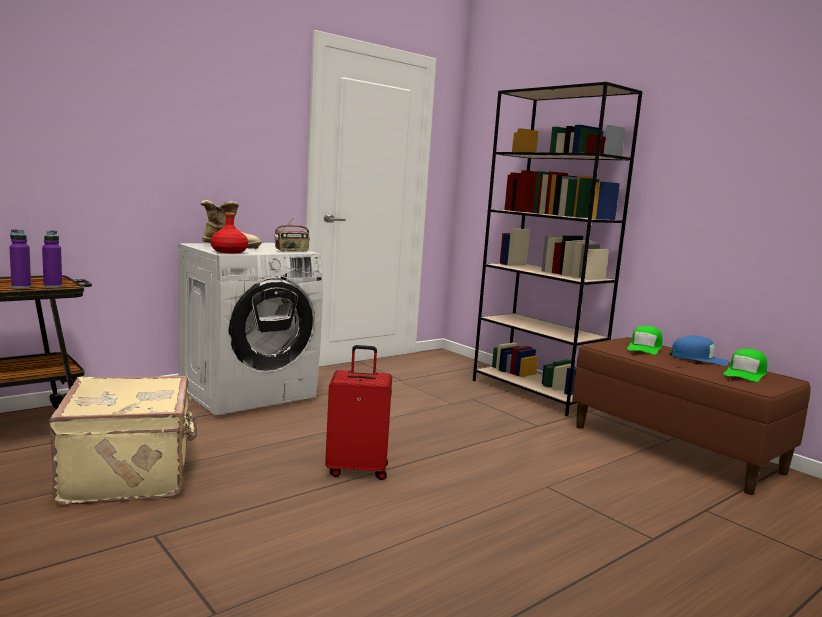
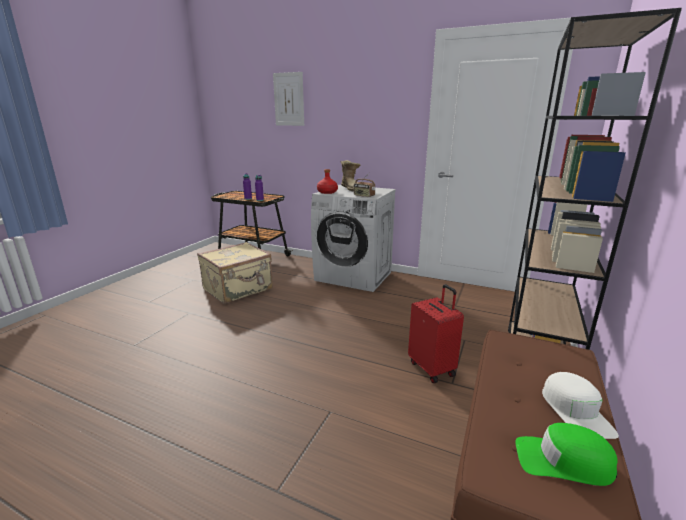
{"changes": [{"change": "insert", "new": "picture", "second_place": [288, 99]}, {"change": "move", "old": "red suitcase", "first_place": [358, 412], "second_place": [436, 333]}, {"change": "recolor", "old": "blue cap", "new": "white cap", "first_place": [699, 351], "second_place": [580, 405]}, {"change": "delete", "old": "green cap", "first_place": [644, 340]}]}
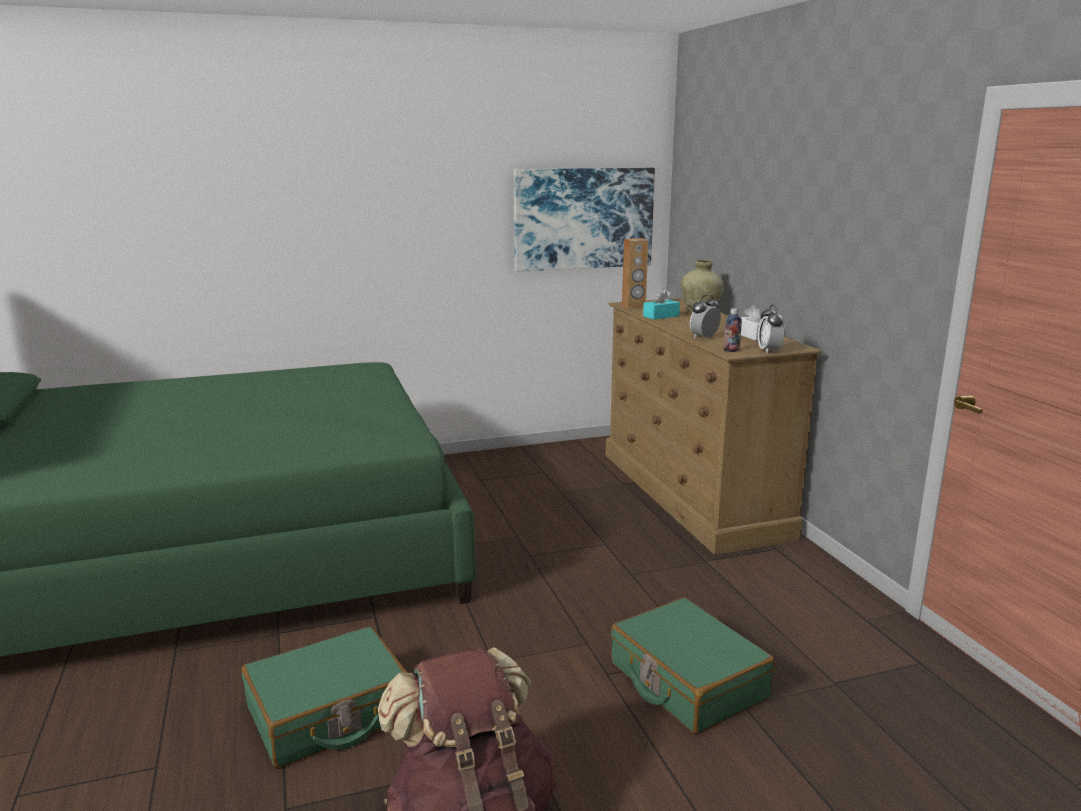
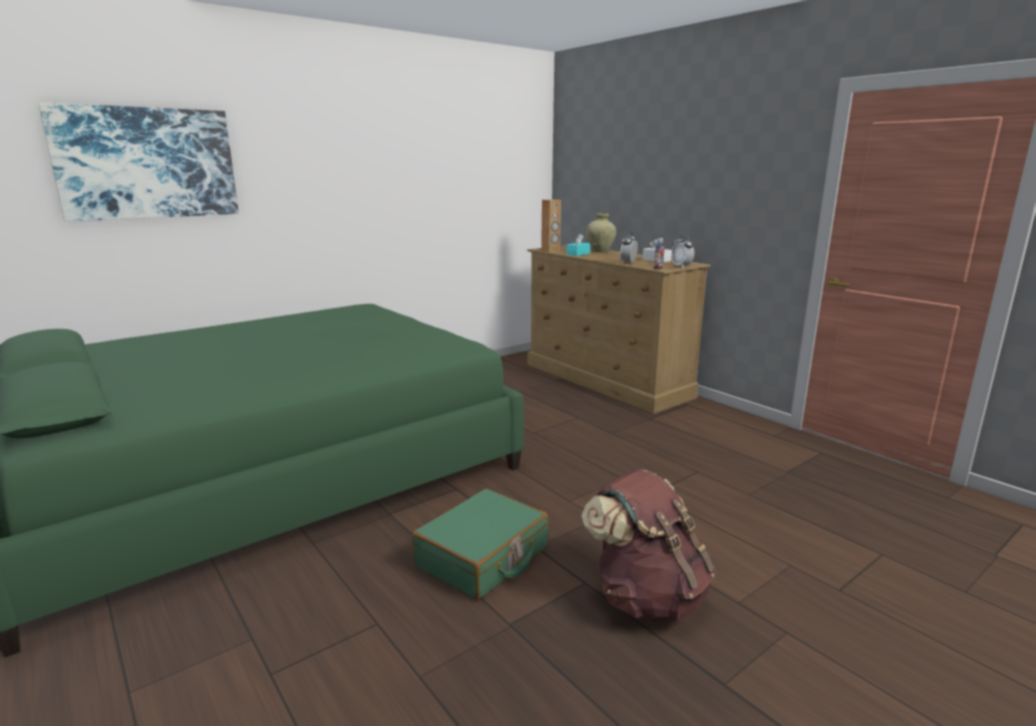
{"changes": [{"change": "move", "old": "picture", "first_place": [584, 220], "second_place": [138, 162]}, {"change": "delete", "old": "green suitcase", "first_place": [693, 665]}]}
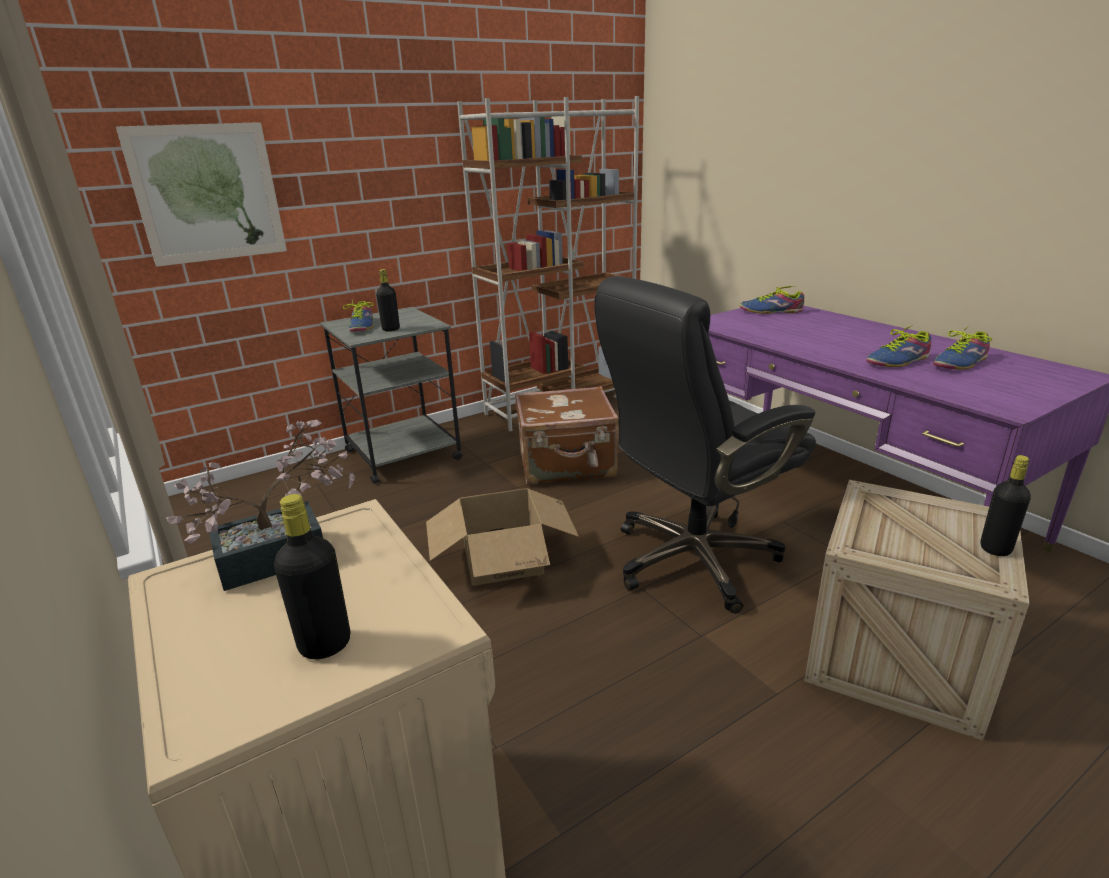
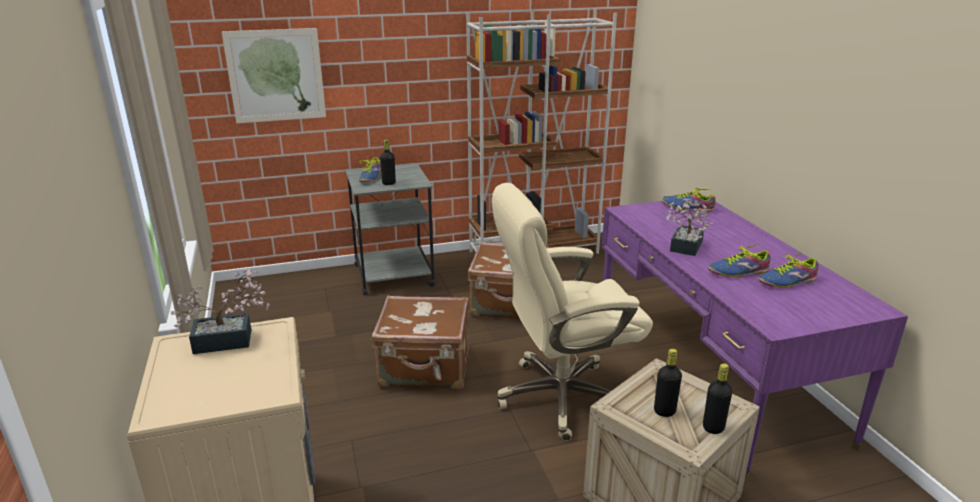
{"changes": [{"change": "replace", "old": "cardboard box", "new": "brown suitcase", "first_place": [502, 537], "second_place": [420, 342]}, {"change": "recolor", "old": "black office chair", "new": "beige office chair", "first_place": [705, 444], "second_place": [572, 312]}, {"change": "move", "old": "black bottle", "first_place": [312, 576], "second_place": [668, 383]}, {"change": "insert", "new": "potted plant", "second_place": [689, 228]}]}
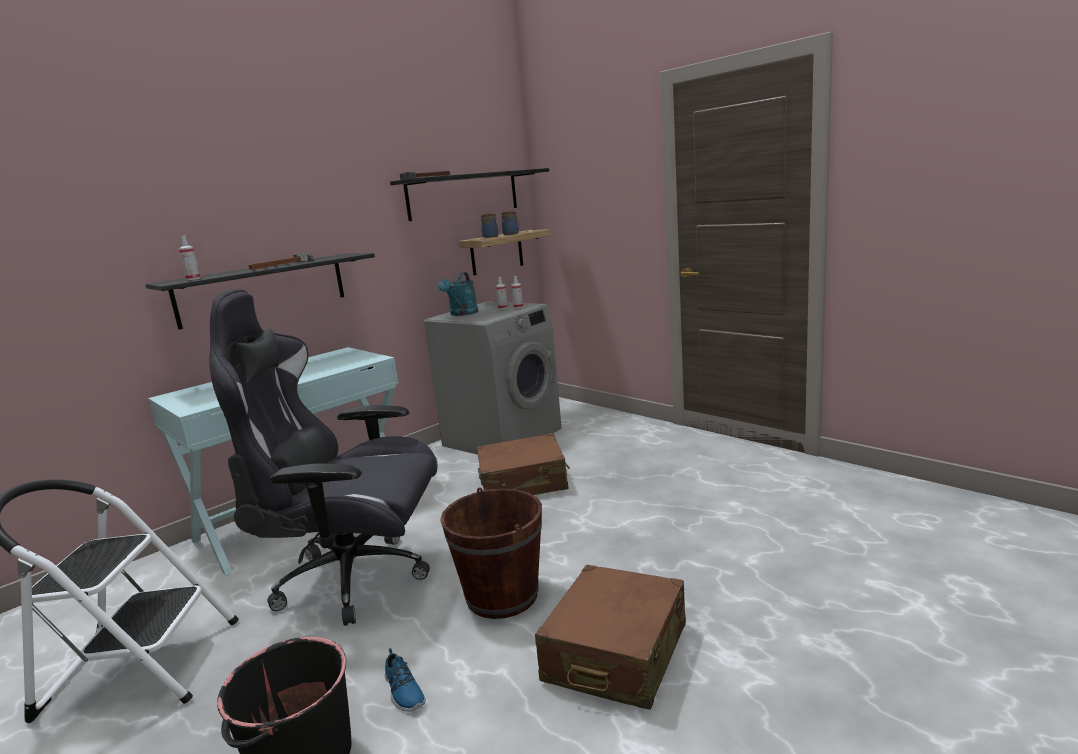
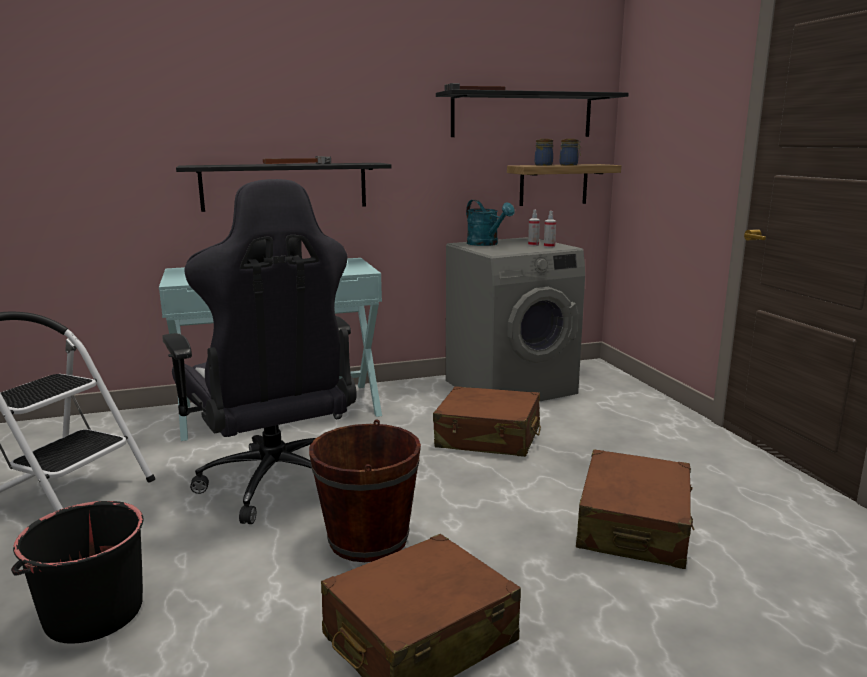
{"changes": [{"change": "rotate", "old": "black office chair", "first_place": [323, 457], "second_place": [259, 351], "degrees": -150}, {"change": "rotate", "old": "turquoise watering can", "first_place": [458, 294], "second_place": [490, 223], "degrees": -75}, {"change": "insert", "new": "brown suitcase", "second_place": [635, 509]}, {"change": "delete", "old": "spray bottle", "first_place": [189, 258]}, {"change": "delete", "old": "shoe", "first_place": [405, 680]}]}
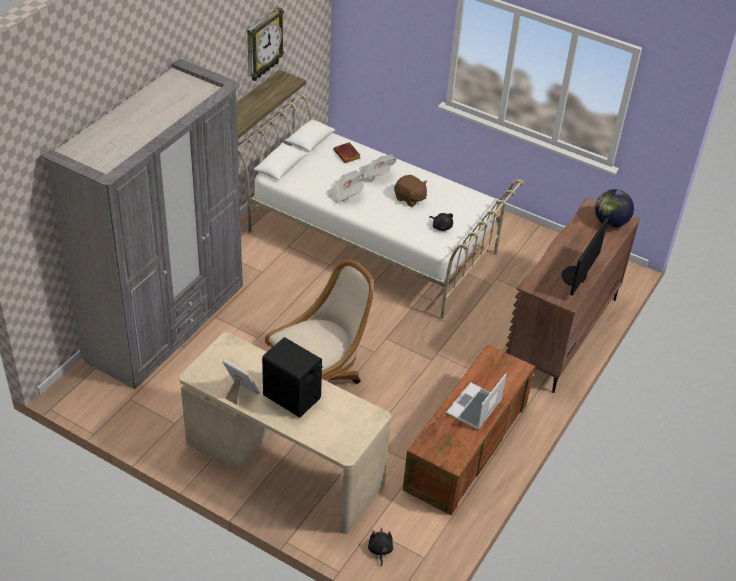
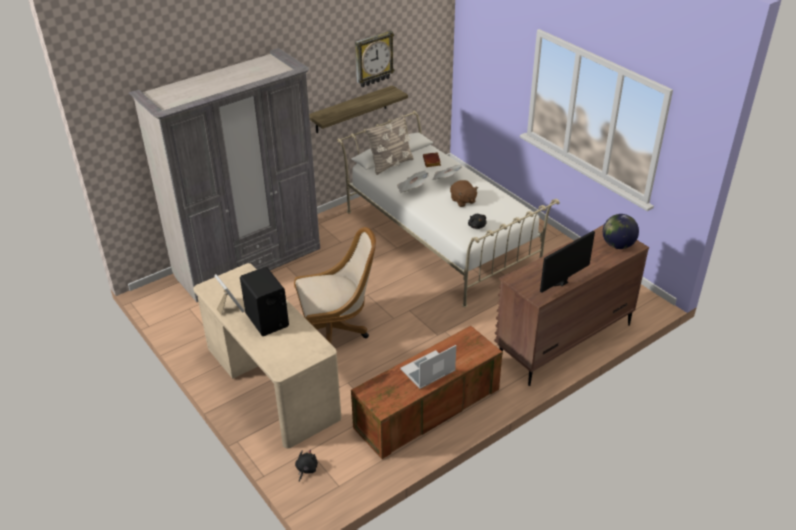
{"changes": [{"change": "insert", "new": "beige pillow", "second_place": [389, 145]}]}
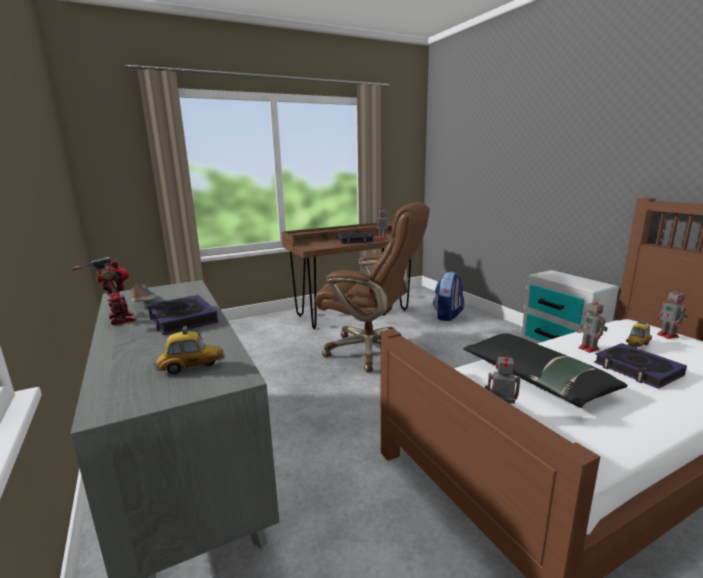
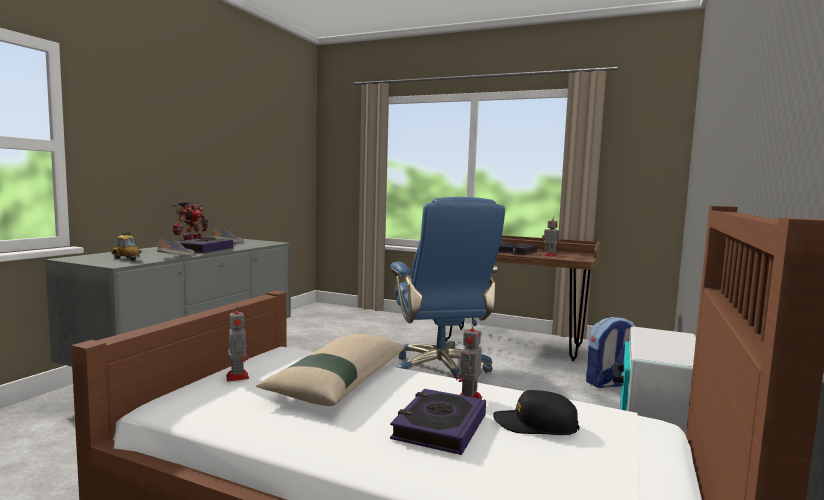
{"changes": [{"change": "insert", "new": "shoe", "second_place": [176, 247]}, {"change": "recolor", "old": "black pillow", "new": "beige pillow", "first_place": [545, 370], "second_place": [330, 370]}, {"change": "recolor", "old": "brown office chair", "new": "blue office chair", "first_place": [372, 287], "second_place": [447, 288]}, {"change": "replace", "old": "toy car", "new": "black cap", "first_place": [639, 334], "second_place": [536, 412]}, {"change": "delete", "old": "toy robot", "first_place": [672, 313]}]}
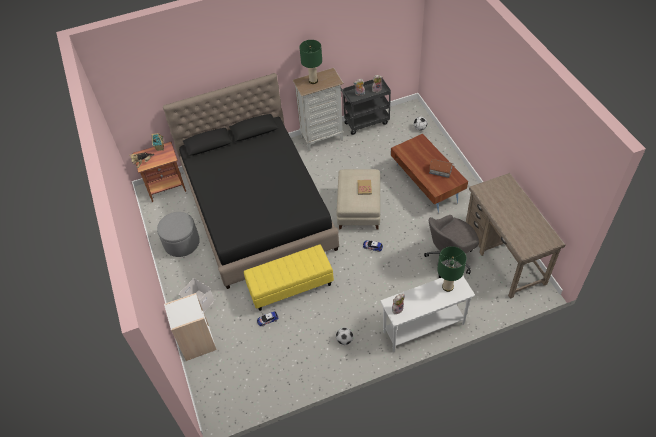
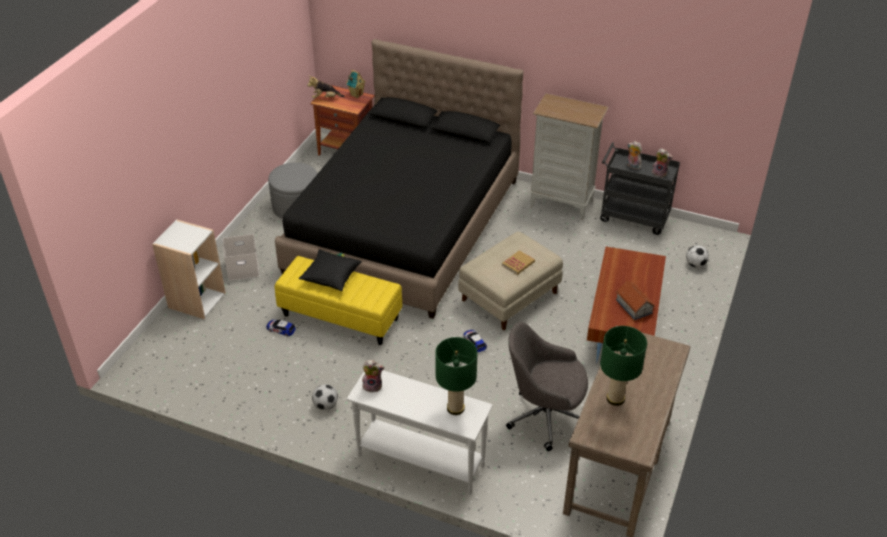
{"changes": [{"change": "insert", "new": "black pillow", "second_place": [330, 270]}, {"change": "move", "old": "green table lamp", "first_place": [310, 62], "second_place": [623, 366]}]}
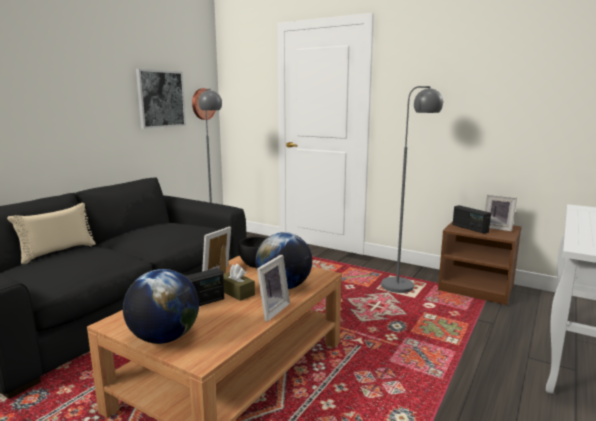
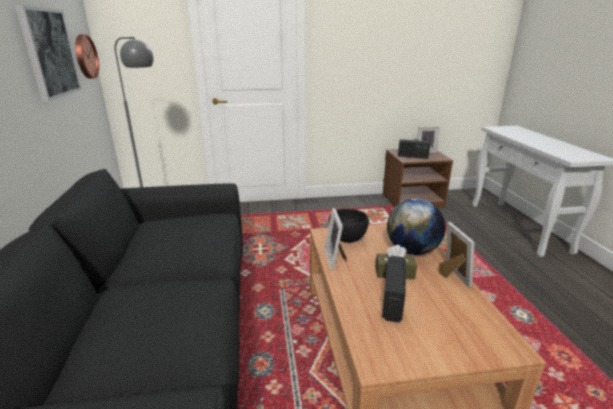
{"changes": [{"change": "delete", "old": "beige pillow", "first_place": [51, 233]}, {"change": "delete", "old": "globe", "first_place": [161, 306]}, {"change": "delete", "old": "grey floor lamp", "first_place": [412, 189]}]}
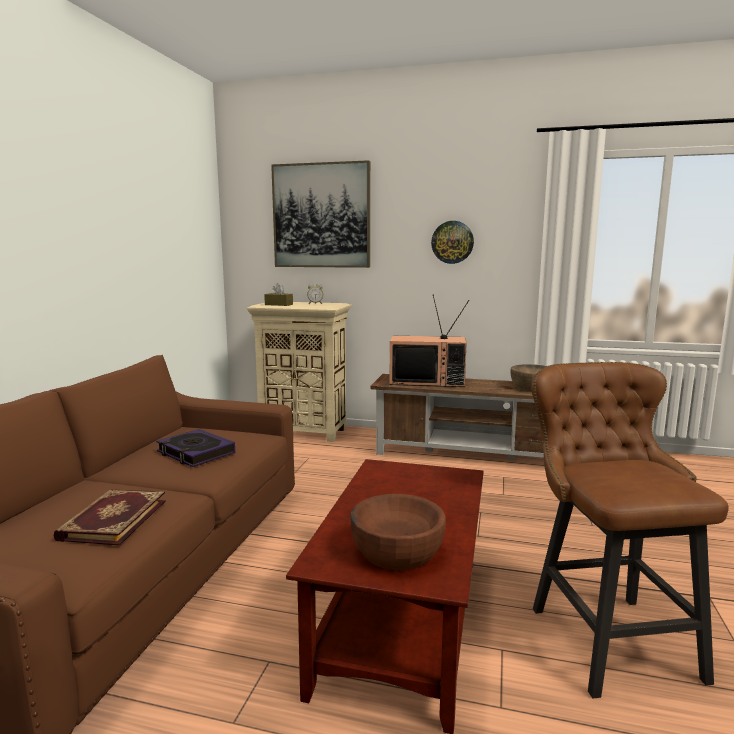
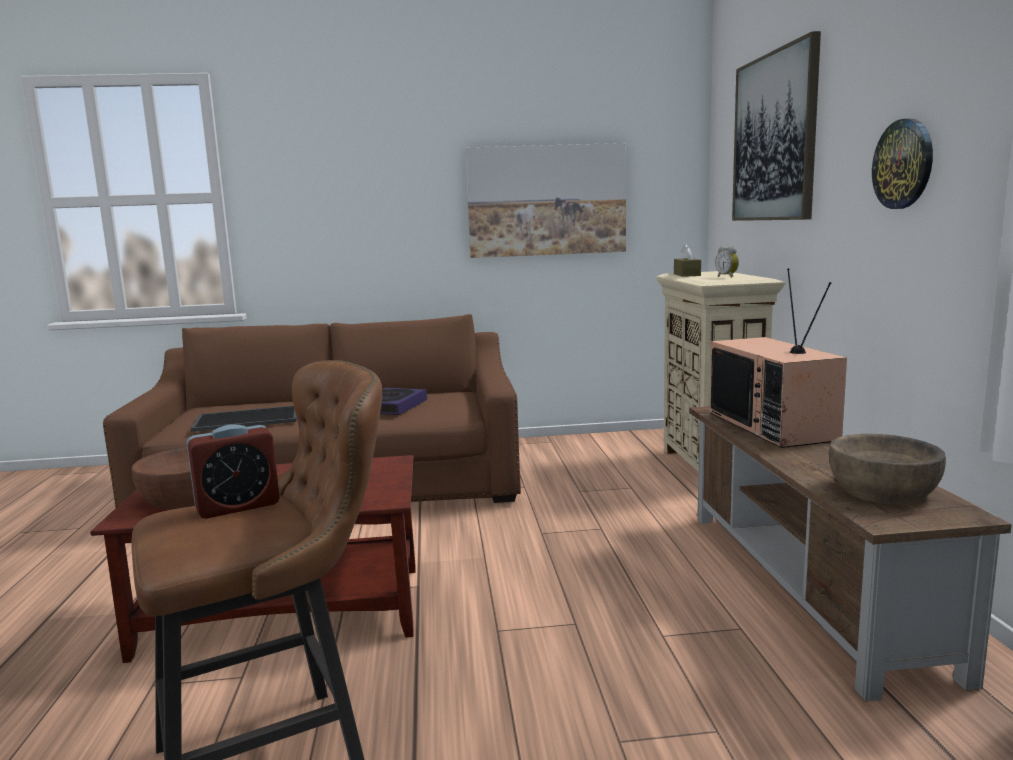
{"changes": [{"change": "insert", "new": "alarm clock", "second_place": [233, 471]}, {"change": "replace", "old": "book", "new": "tray", "first_place": [109, 517], "second_place": [244, 418]}, {"change": "insert", "new": "picture", "second_place": [545, 200]}]}
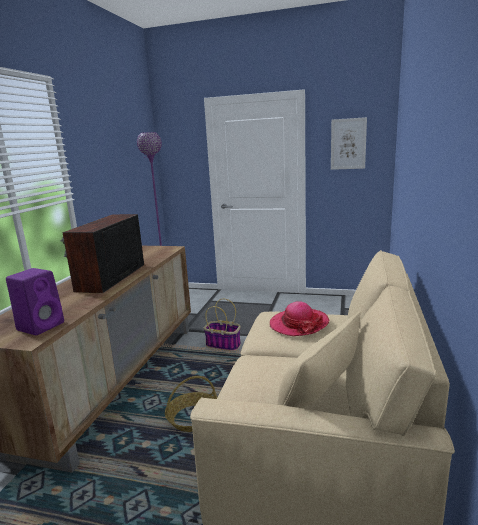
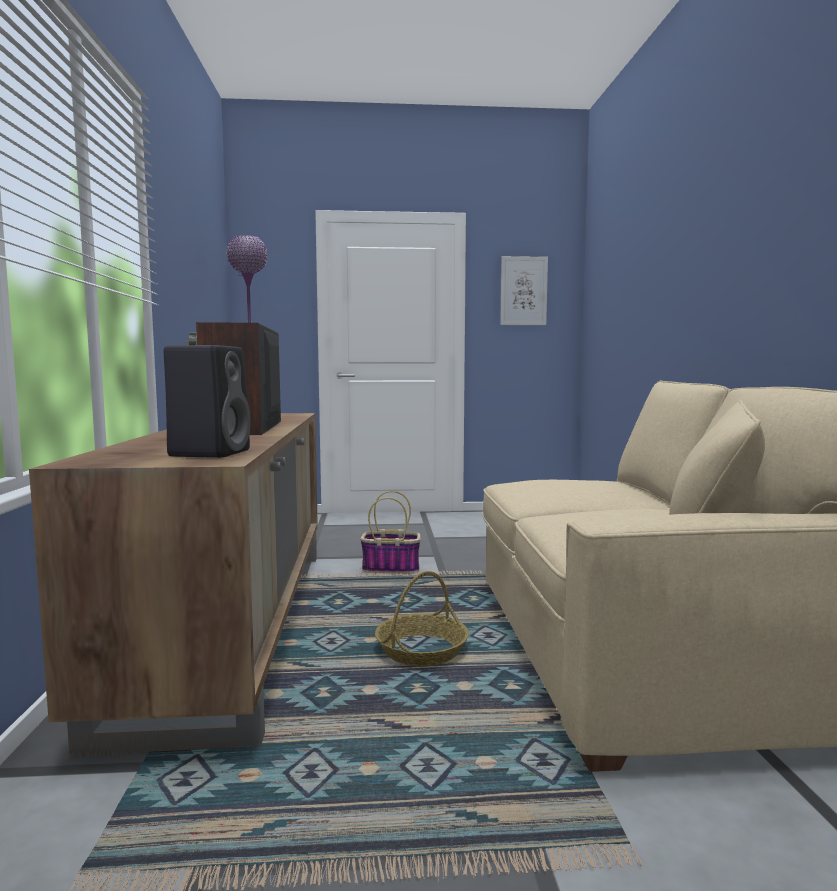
{"changes": [{"change": "recolor", "old": "purple speaker", "new": "black speaker", "first_place": [35, 301], "second_place": [207, 401]}, {"change": "delete", "old": "hat", "first_place": [300, 318]}]}
